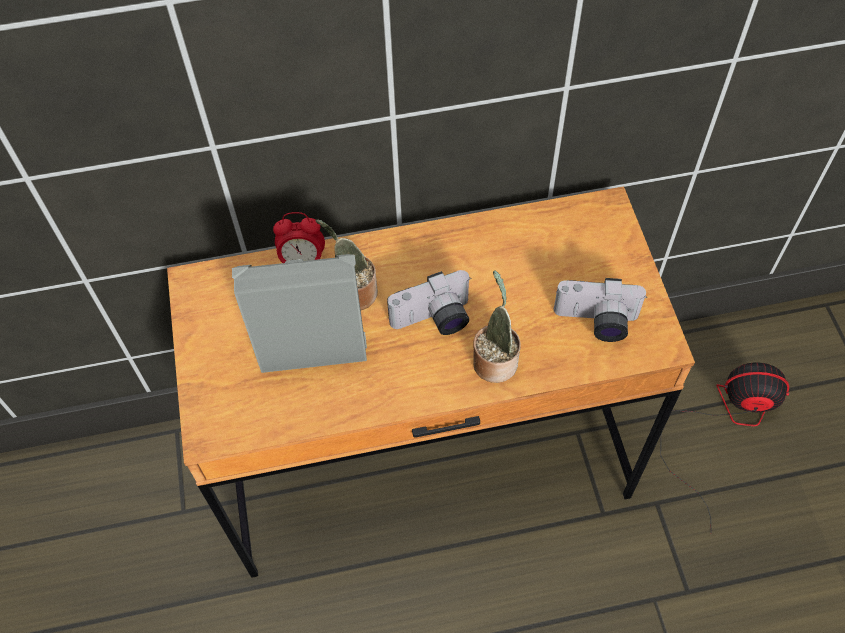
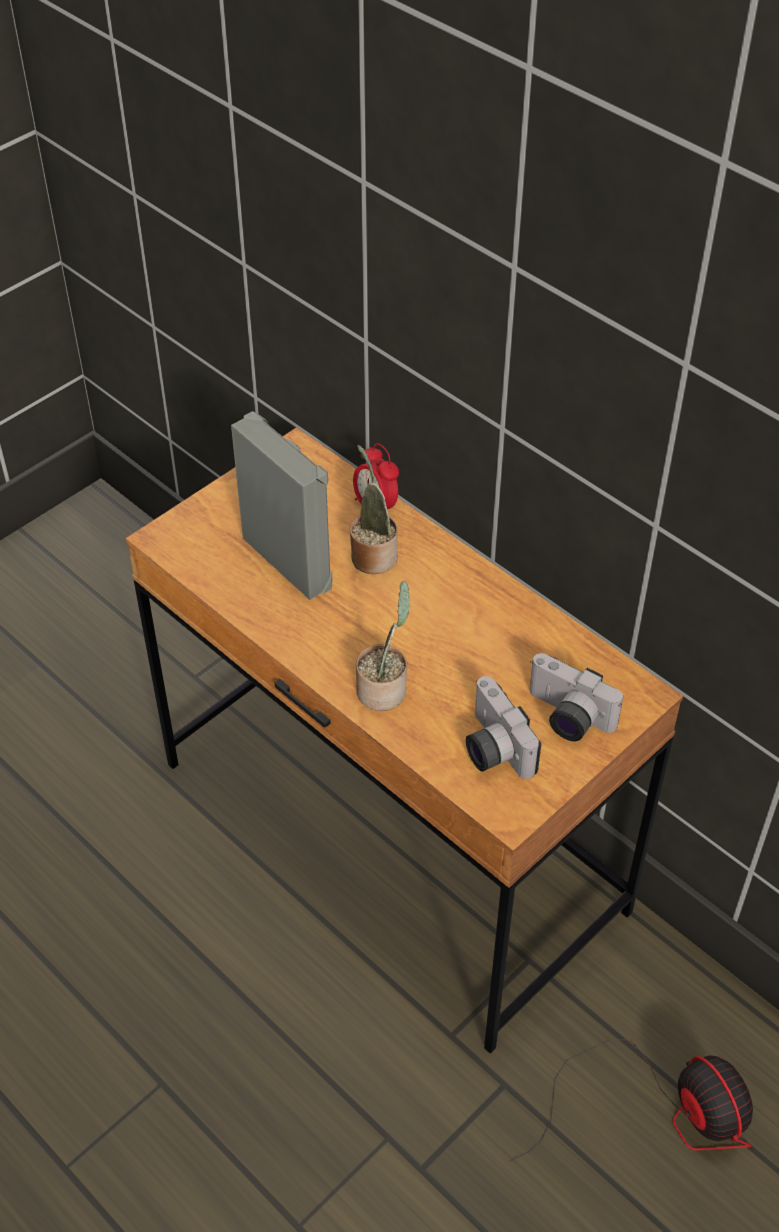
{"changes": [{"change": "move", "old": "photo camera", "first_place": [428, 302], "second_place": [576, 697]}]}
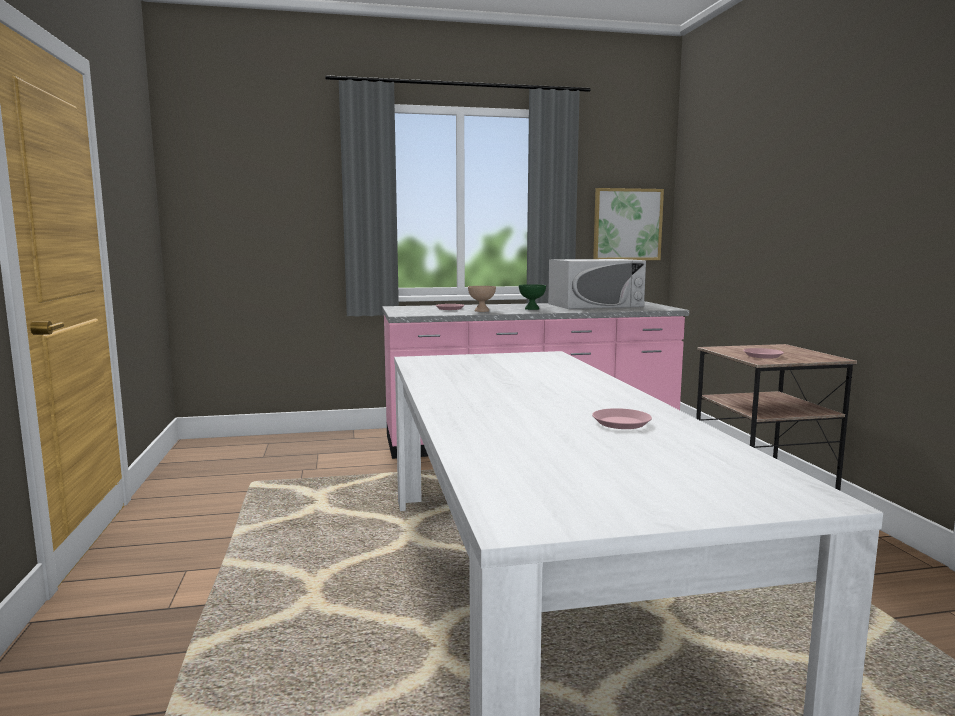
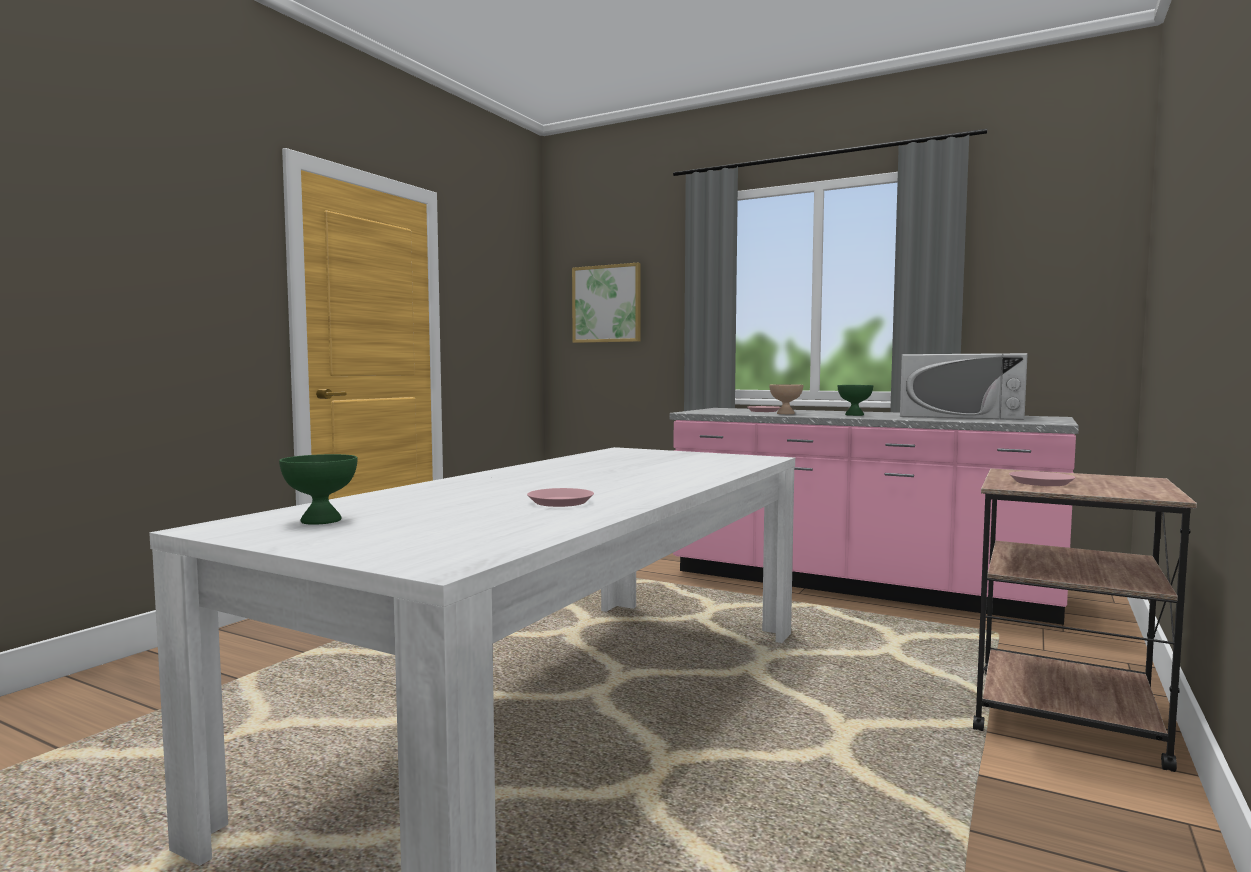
{"changes": [{"change": "insert", "new": "green bowl", "second_place": [318, 489]}, {"change": "move", "old": "picture", "first_place": [628, 224], "second_place": [606, 303]}]}
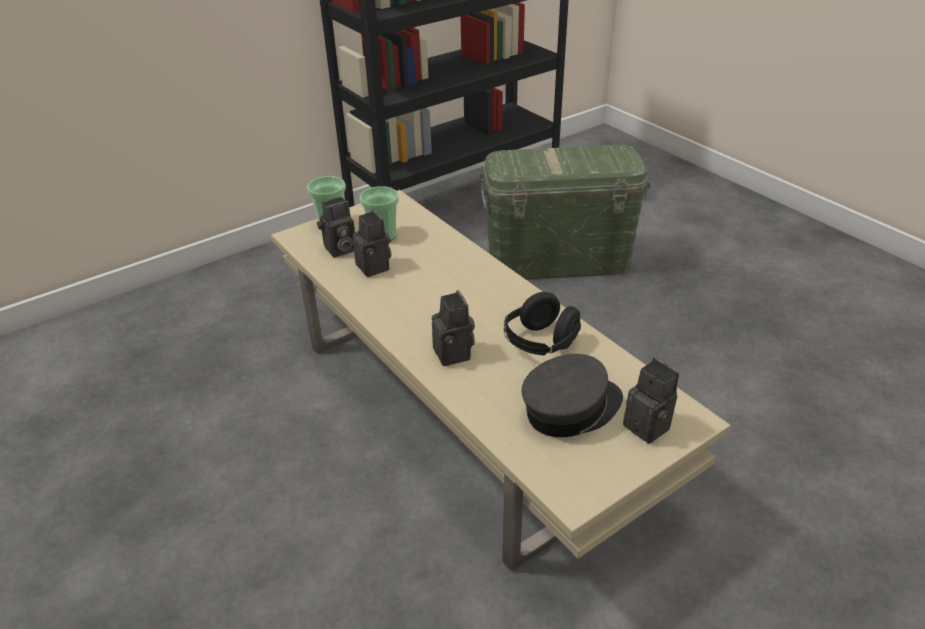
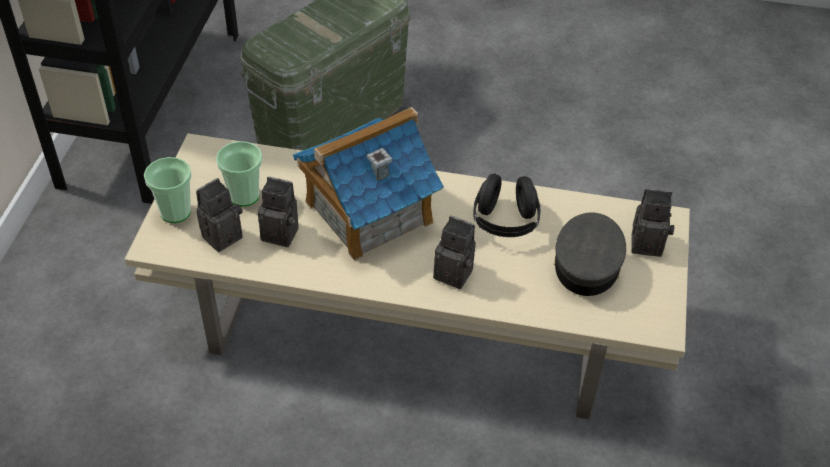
{"changes": [{"change": "rotate", "old": "photo camera", "first_place": [336, 227], "second_place": [219, 215], "degrees": -150}, {"change": "insert", "new": "toy house", "second_place": [368, 184]}]}
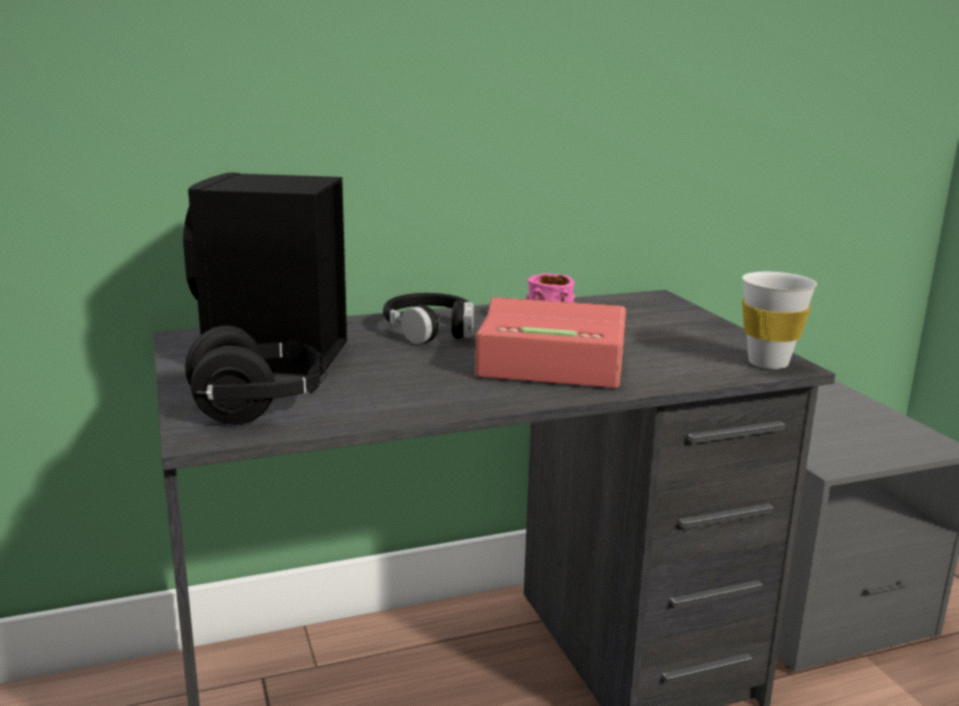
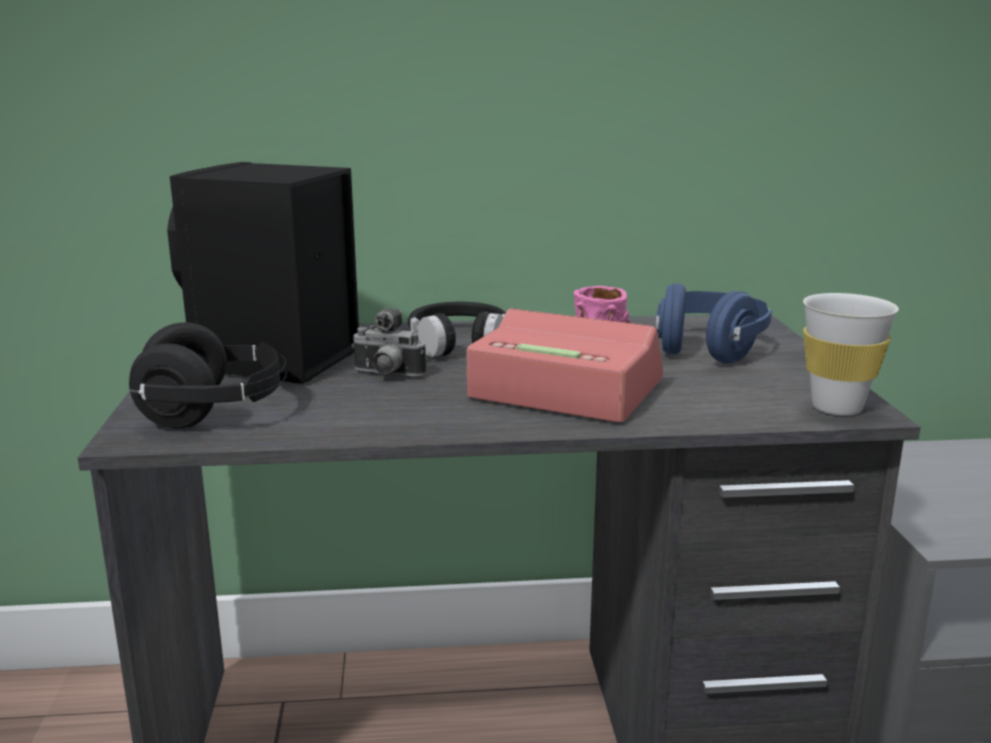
{"changes": [{"change": "insert", "new": "photo camera", "second_place": [388, 342]}, {"change": "insert", "new": "blue headphones", "second_place": [713, 323]}]}
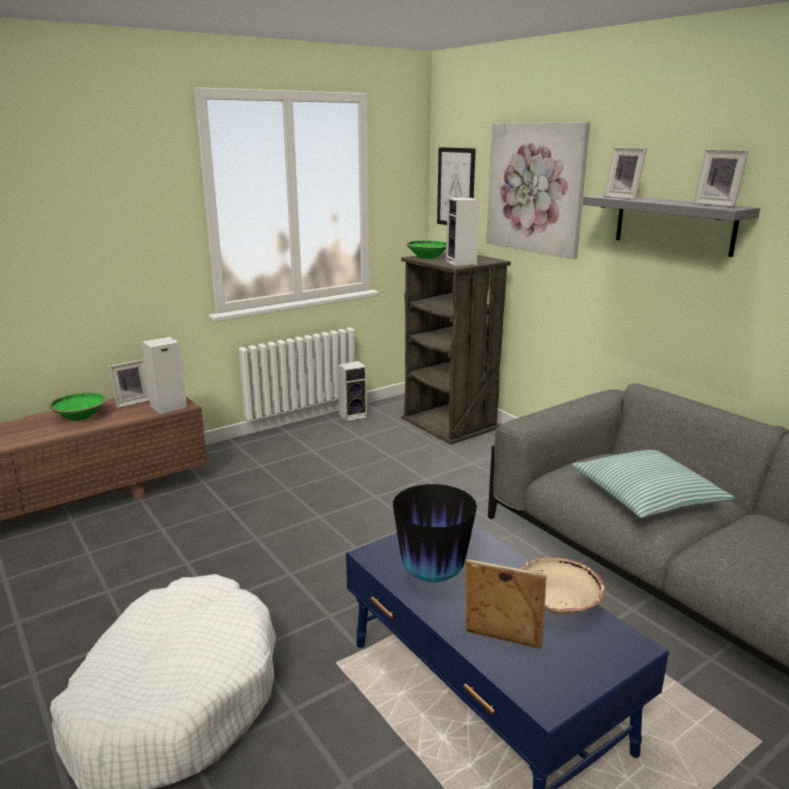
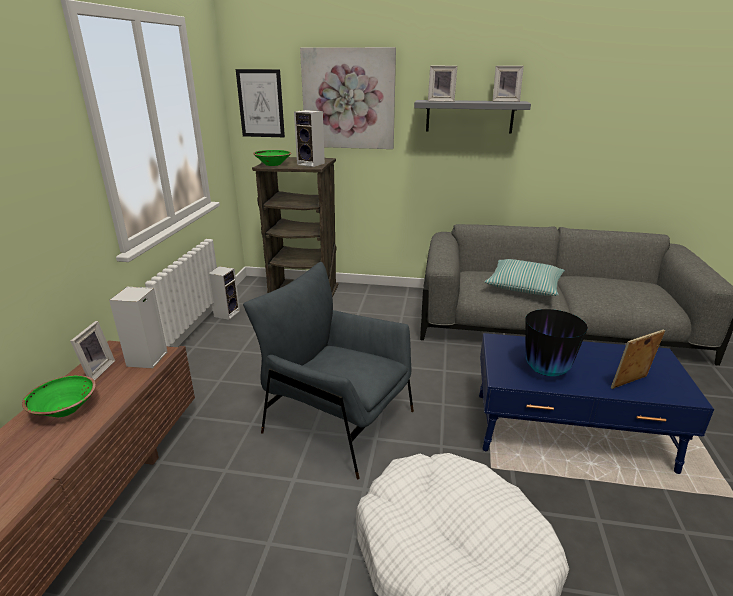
{"changes": [{"change": "insert", "new": "grey armchair", "second_place": [328, 370]}, {"change": "delete", "old": "beige bowl", "first_place": [563, 586]}]}
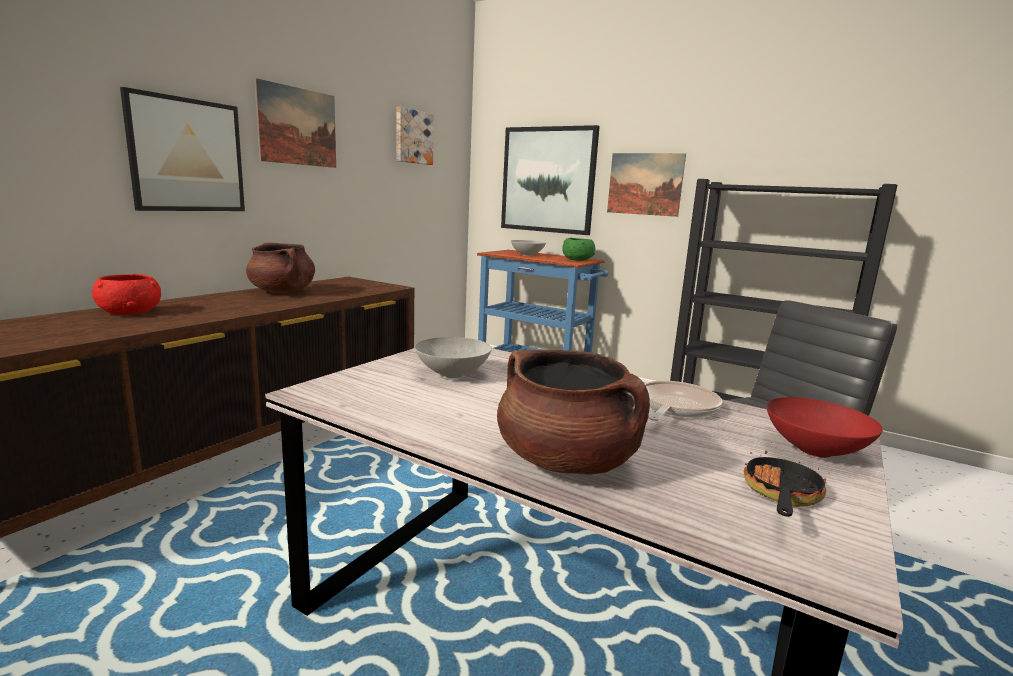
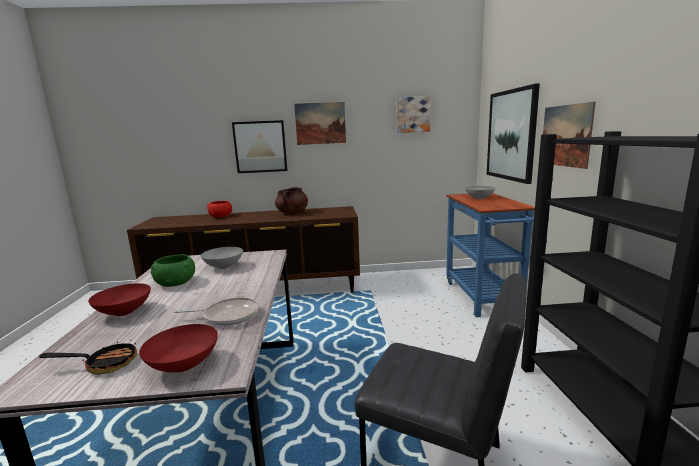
{"changes": [{"change": "replace", "old": "brown cooking pot", "new": "red bowl", "first_place": [573, 412], "second_place": [119, 299]}, {"change": "move", "old": "green bowl", "first_place": [578, 249], "second_place": [173, 270]}]}
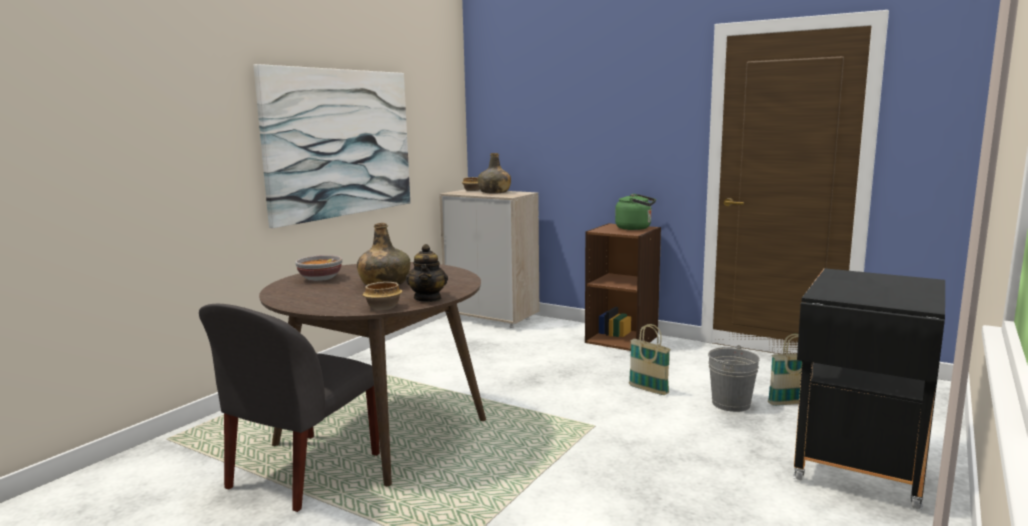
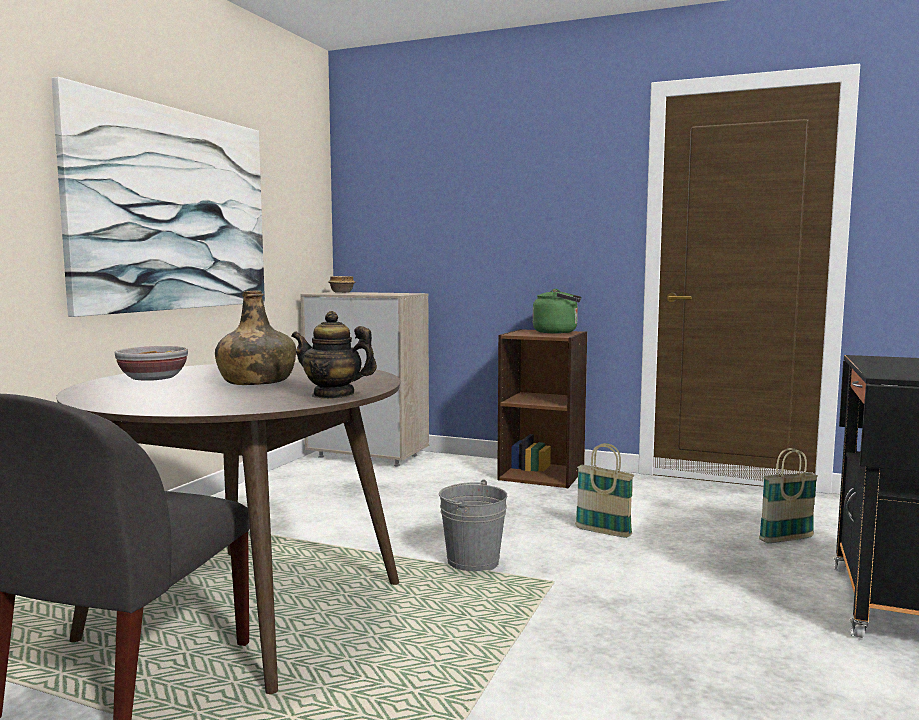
{"changes": [{"change": "rotate", "old": "teapot", "first_place": [427, 273], "second_place": [334, 355], "degrees": 120}, {"change": "move", "old": "grey bucket", "first_place": [734, 378], "second_place": [473, 525]}, {"change": "delete", "old": "bowl", "first_place": [383, 296]}, {"change": "delete", "old": "green bottle", "first_place": [494, 173]}]}
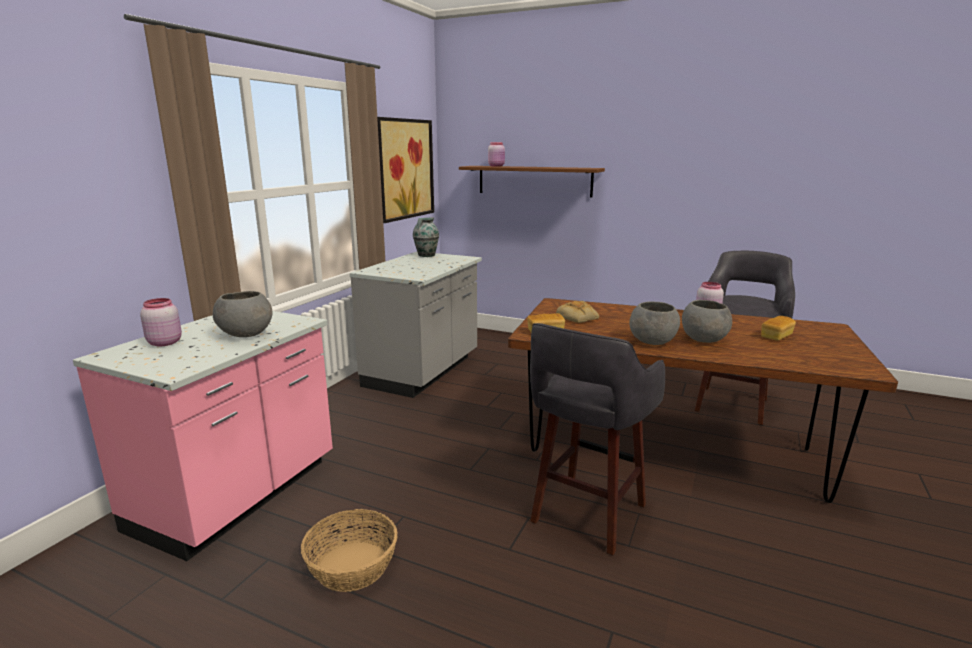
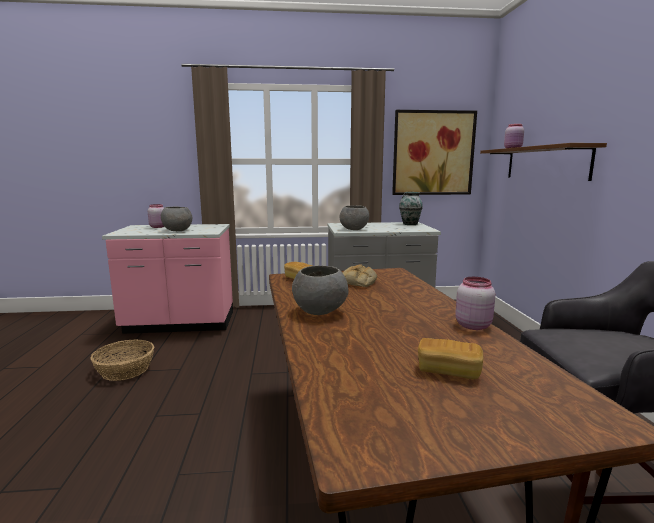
{"changes": [{"change": "move", "old": "grey bowl", "first_place": [707, 321], "second_place": [354, 217]}, {"change": "delete", "old": "grey stool", "first_place": [597, 439]}]}
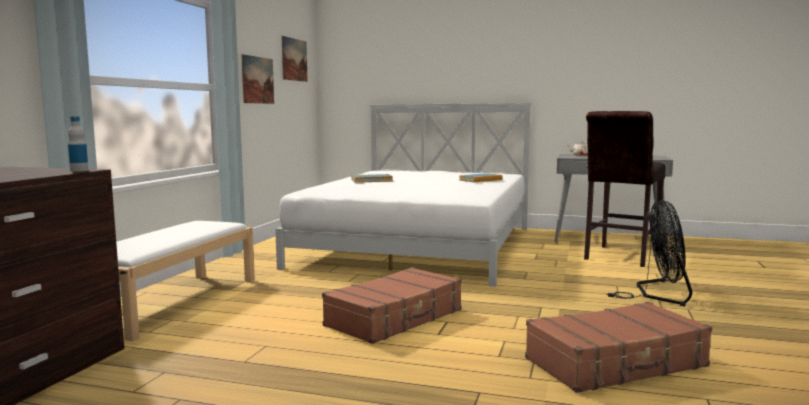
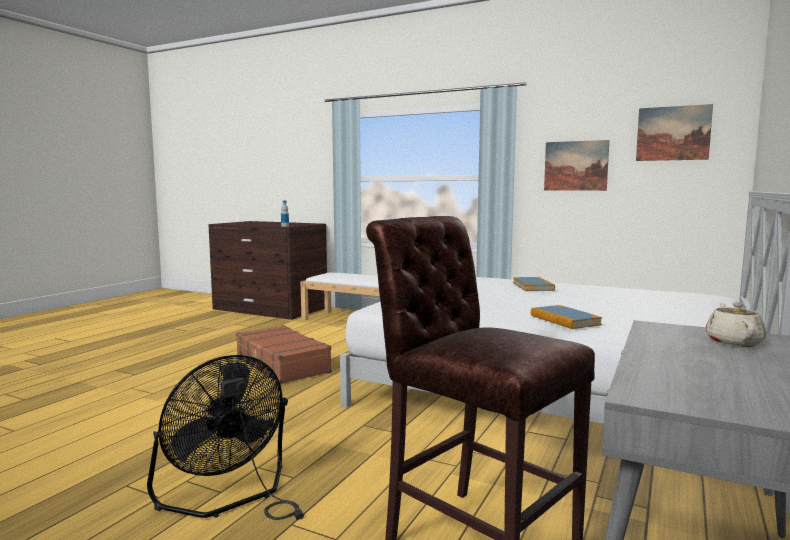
{"changes": [{"change": "rotate", "old": "black fan", "first_place": [649, 253], "second_place": [225, 437], "degrees": 120}, {"change": "delete", "old": "brown suitcase", "first_place": [618, 347]}]}
